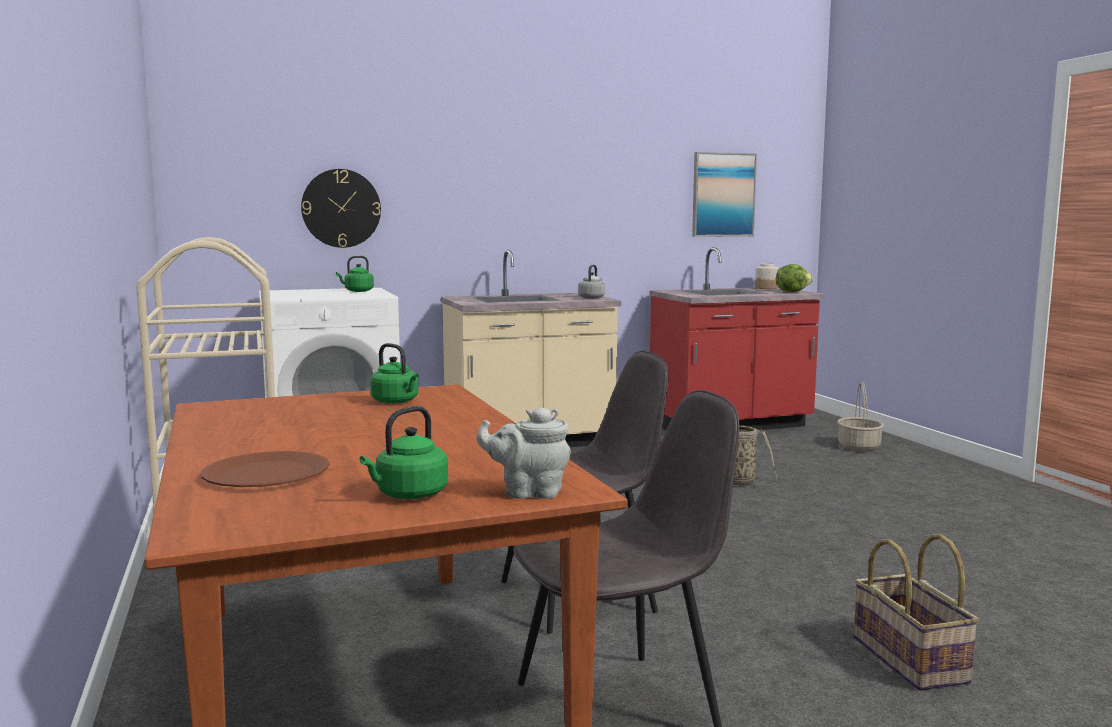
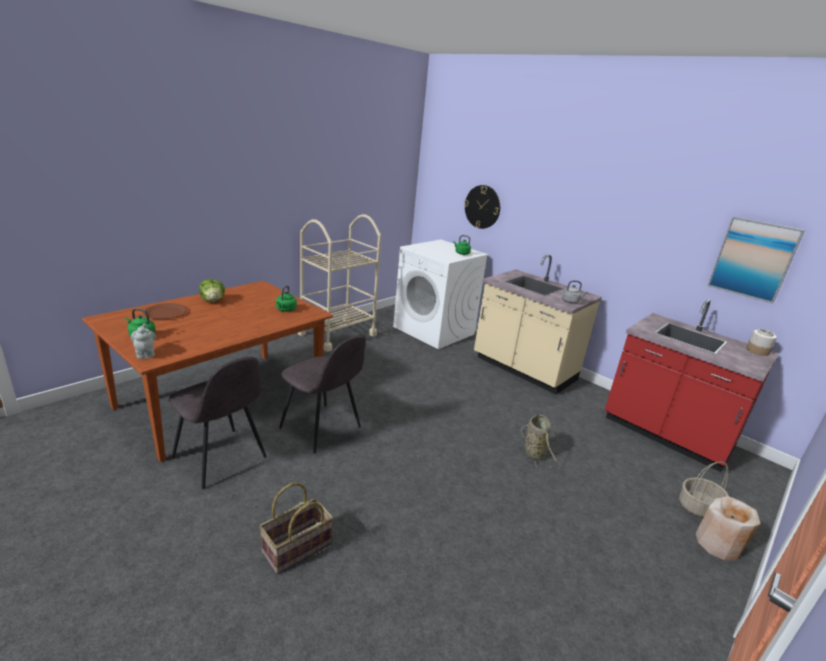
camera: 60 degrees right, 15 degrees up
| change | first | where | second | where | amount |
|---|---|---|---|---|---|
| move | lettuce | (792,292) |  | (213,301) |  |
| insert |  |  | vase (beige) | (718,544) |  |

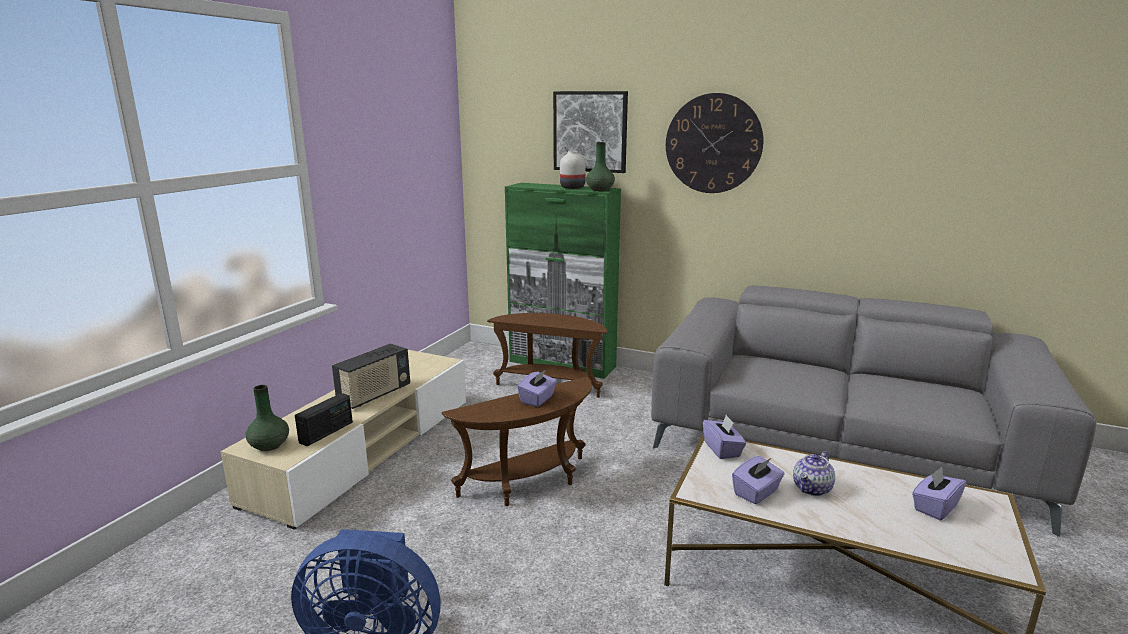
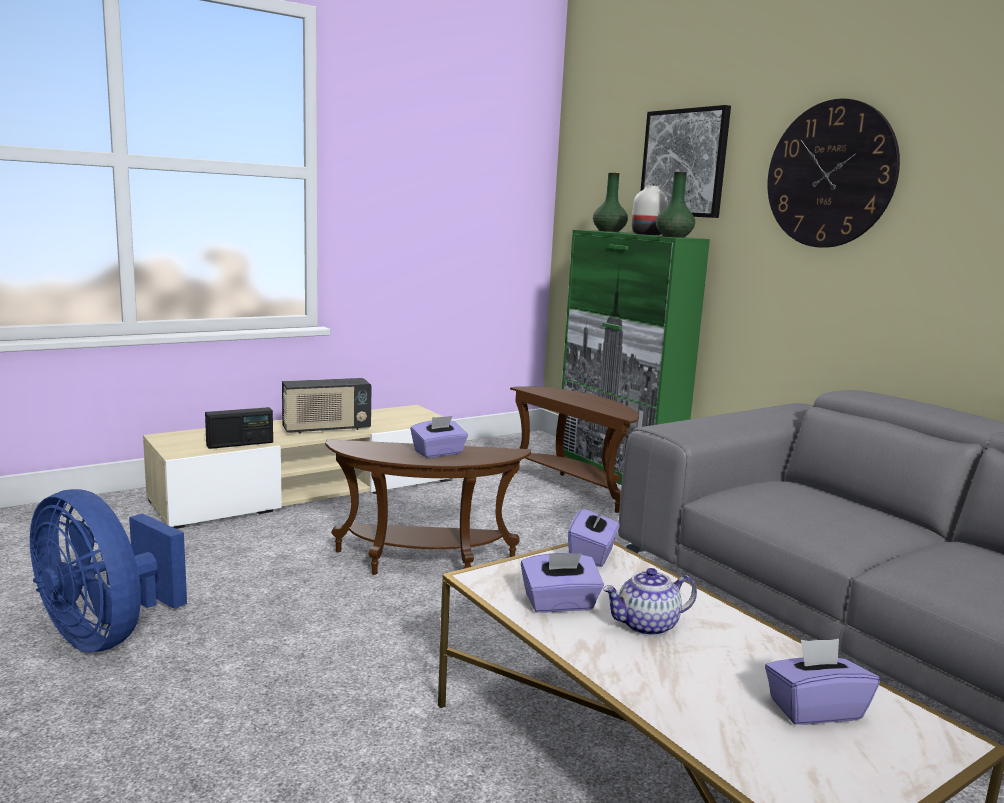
camera: 30 degrees right, 5 degrees down
| change | first | where | second | where | amount |
|---|---|---|---|---|---|
| move | vase (green) | (270,445) |  | (609,231) |  |

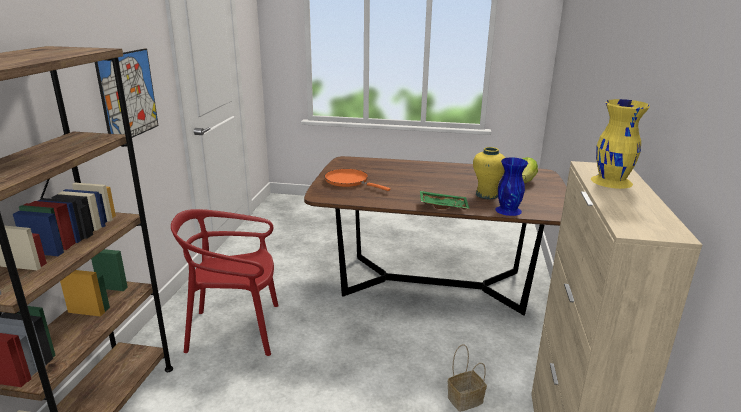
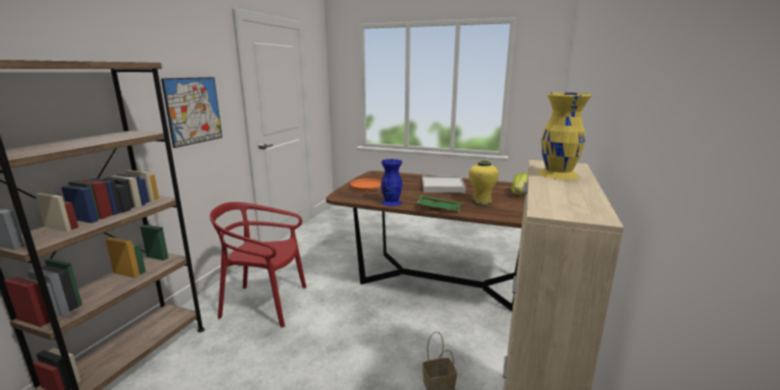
camera: 10 degrees right, 5 degrees down
| change | first | where | second | where | amount |
|---|---|---|---|---|---|
| move | vase (blue) | (508,210) |  | (391,202) |  |
| insert |  |  | tray (white) | (442,186) |  |

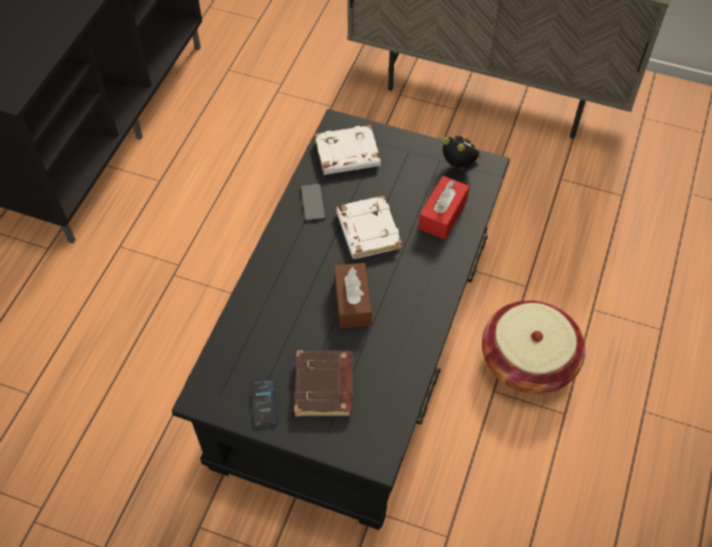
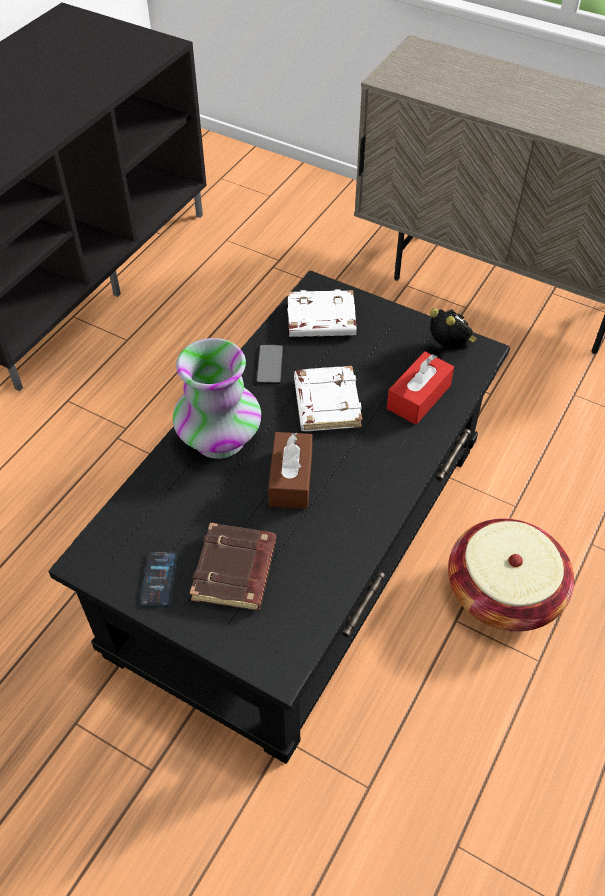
camera: 10 degrees right, 5 degrees down
| change | first | where | second | where | amount |
|---|---|---|---|---|---|
| insert |  |  | vase | (220,439) |  |

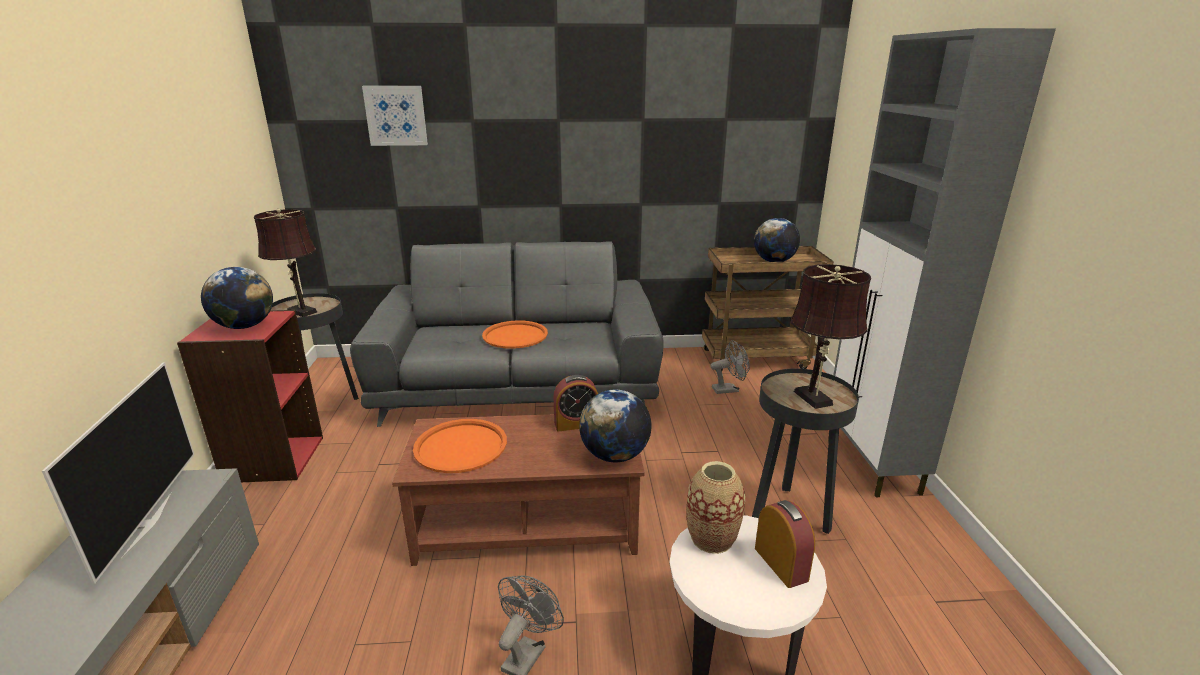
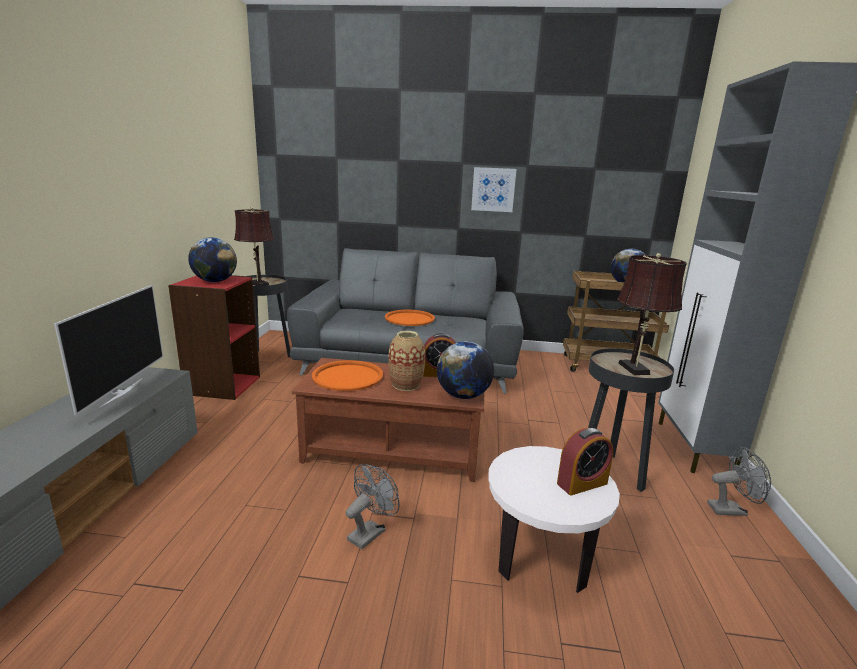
camera: 10 degrees right, 5 degrees down
| change | first | where | second | where | amount |
|---|---|---|---|---|---|
| move | picture | (396,115) |  | (493,189) |  |
| move | vase | (712,538) |  | (406,385) |  |
| move | fan (grey) | (729,389) |  | (731,509) |  |
| rotate | alarm clock | (781,564) |  | (582,483) | 75 degrees clockwise |

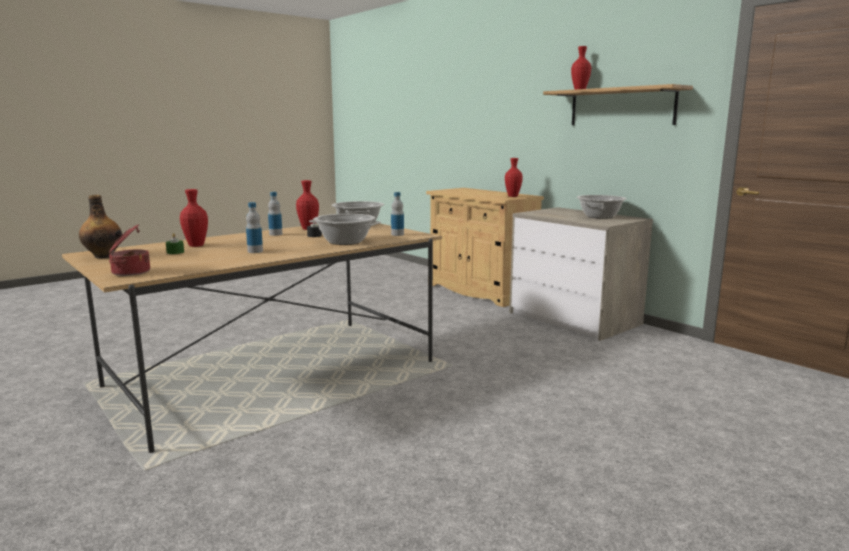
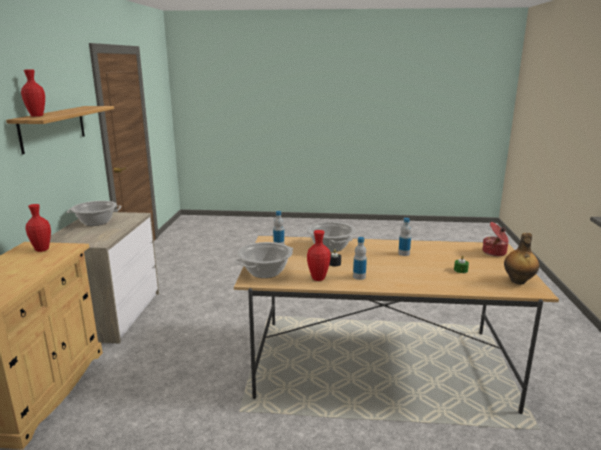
camera: 135 degrees left, 5 degrees up
| change | first | where | second | where | amount |
|---|---|---|---|---|---|
| delete | vase (red) | (196,245) |  |  |  |

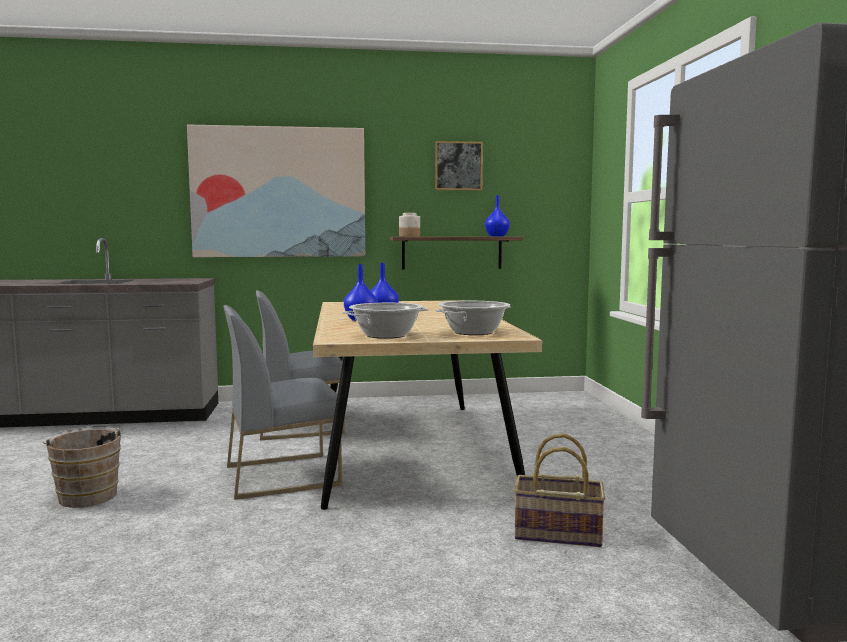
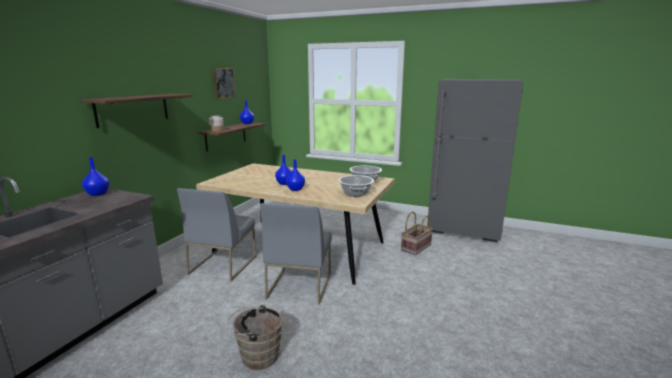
camera: 60 degrees left, 10 degrees up
| change | first | where | second | where | amount |
|---|---|---|---|---|---|
| replace | picture | (279,192) | shelf | (133,109) |  |
| insert |  |  | vase (blue) | (98,194) |  |

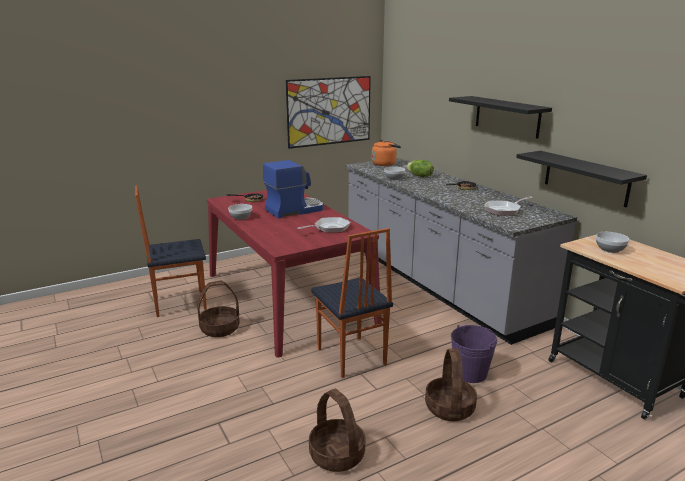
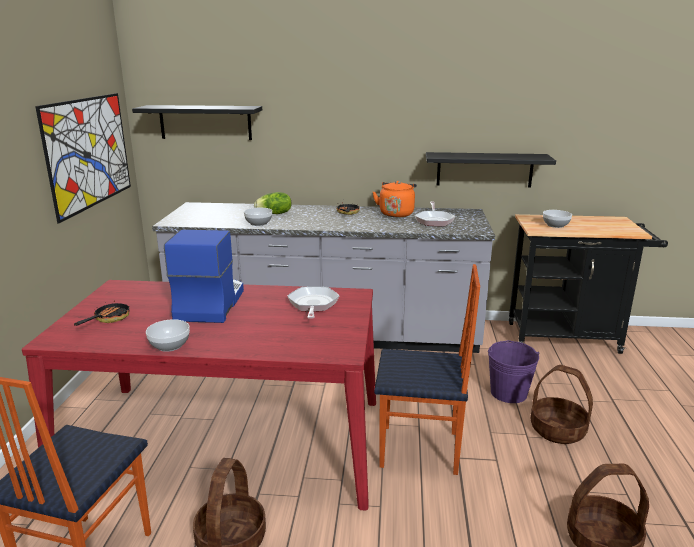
camera: 55 degrees left, 0 degrees up
| change | first | where | second | where | amount |
|---|---|---|---|---|---|
| move | kettle (orange) | (385,164) |  | (396,213) |  |
| move | shelf (black) | (507,116) |  | (205,122) |  |

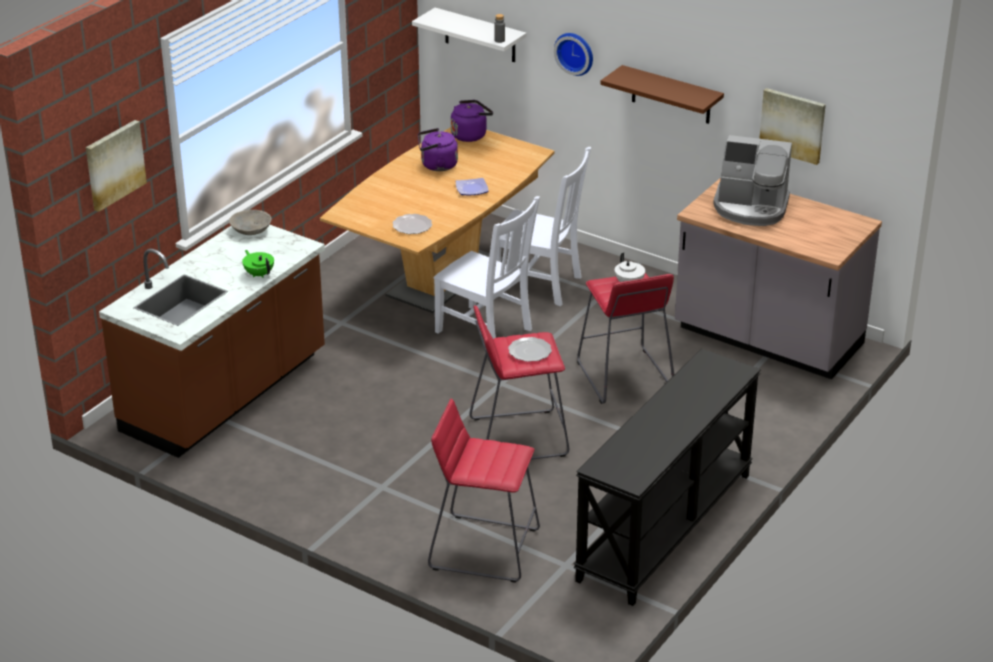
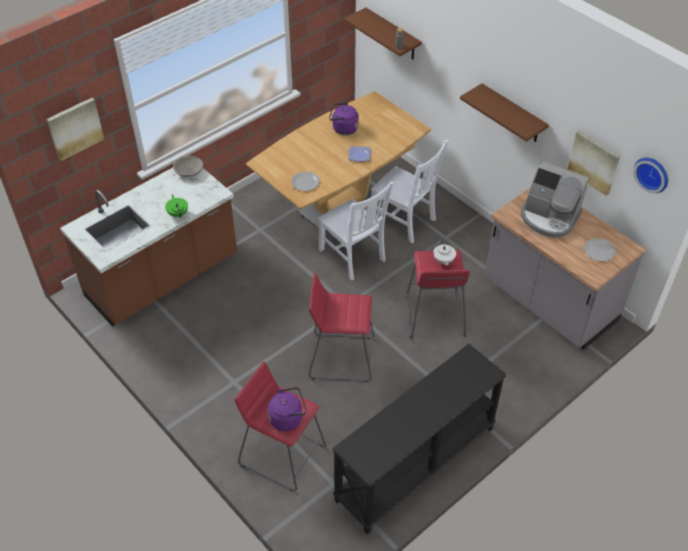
camera: 15 degrees right, 15 degrees up
| change | first | where | second | where | amount |
|---|---|---|---|---|---|
| recolor | shelf (white) | (480,35) | shelf (brown) | (392,35) |  |
| move | kettle (purple) | (470,135) |  | (288,418) |  |
| move | plate | (529,351) |  | (598,250) |  |
| move | wall clock | (575,52) |  | (653,173) |  |

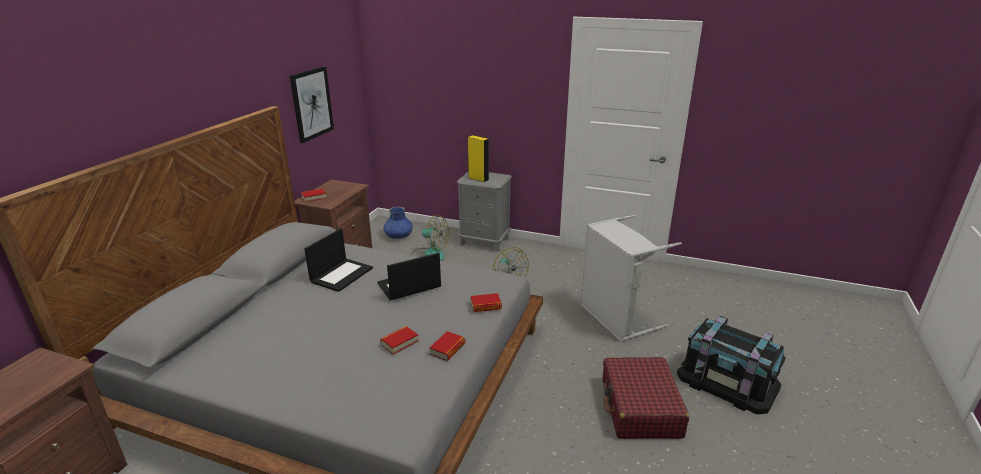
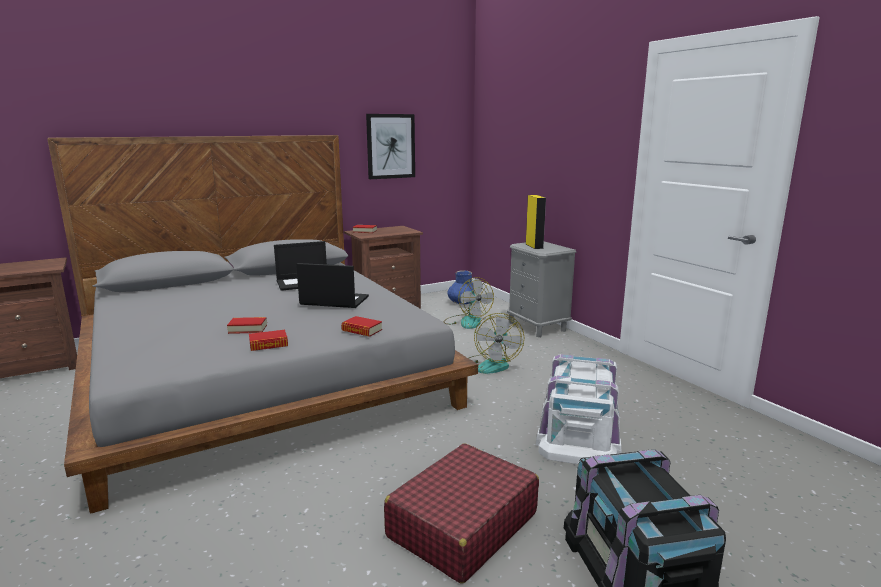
camera: 40 degrees right, 10 degrees down
| change | first | where | second | where | amount |
|---|---|---|---|---|---|
| replace | laundry basket (grey) | (614,318) | storage box (white) | (578,433) |  |

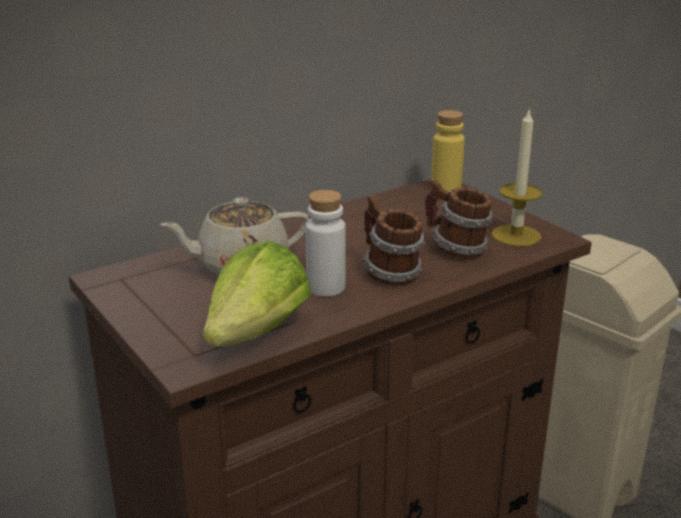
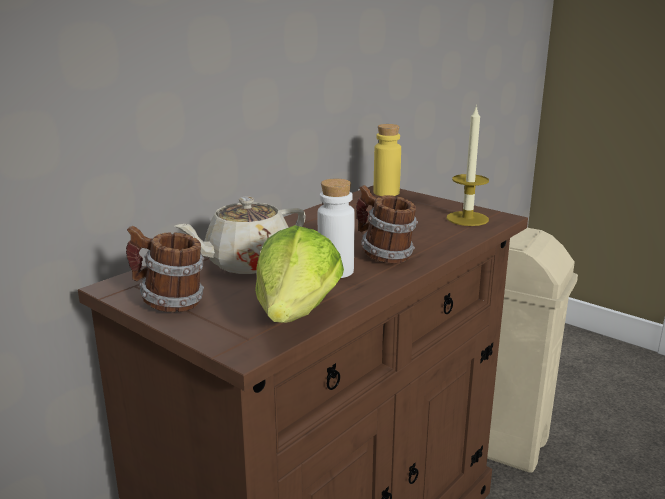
camera: 15 degrees left, 5 degrees down
| change | first | where | second | where | amount |
|---|---|---|---|---|---|
| move | mug | (456,250) |  | (169,303) |  |

